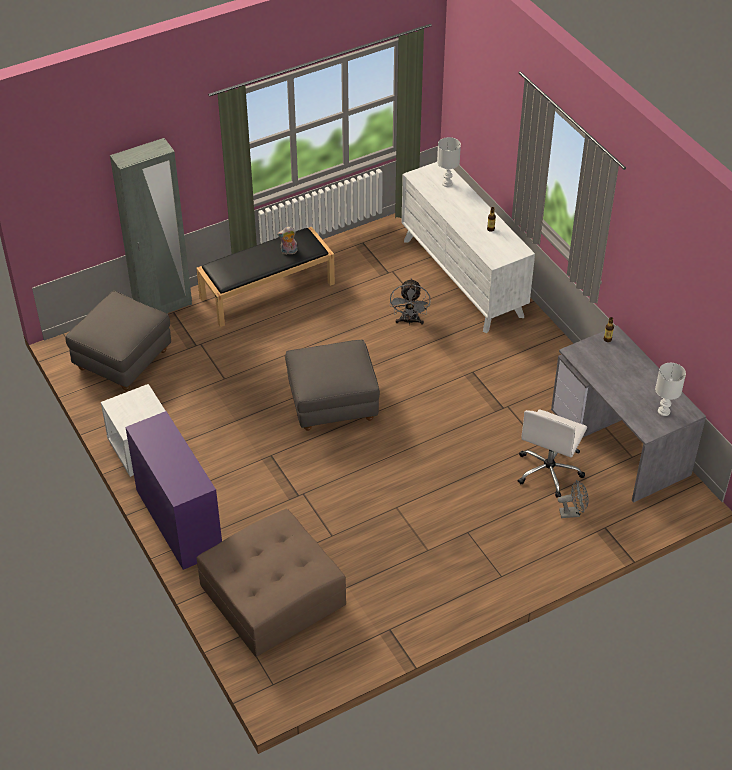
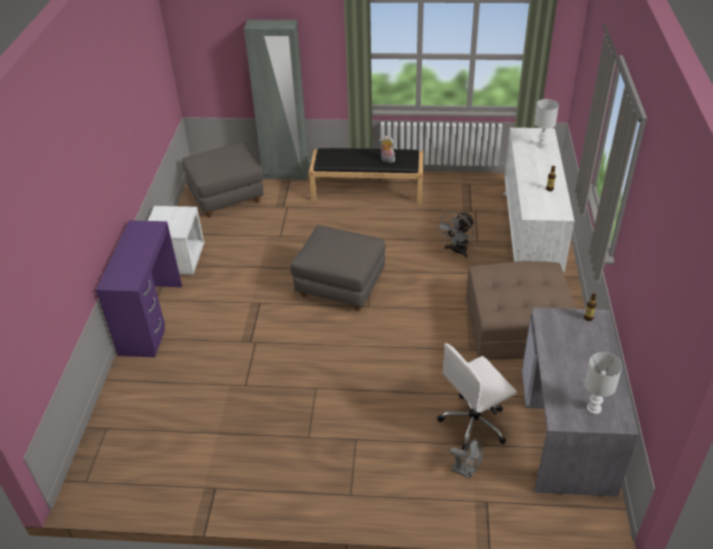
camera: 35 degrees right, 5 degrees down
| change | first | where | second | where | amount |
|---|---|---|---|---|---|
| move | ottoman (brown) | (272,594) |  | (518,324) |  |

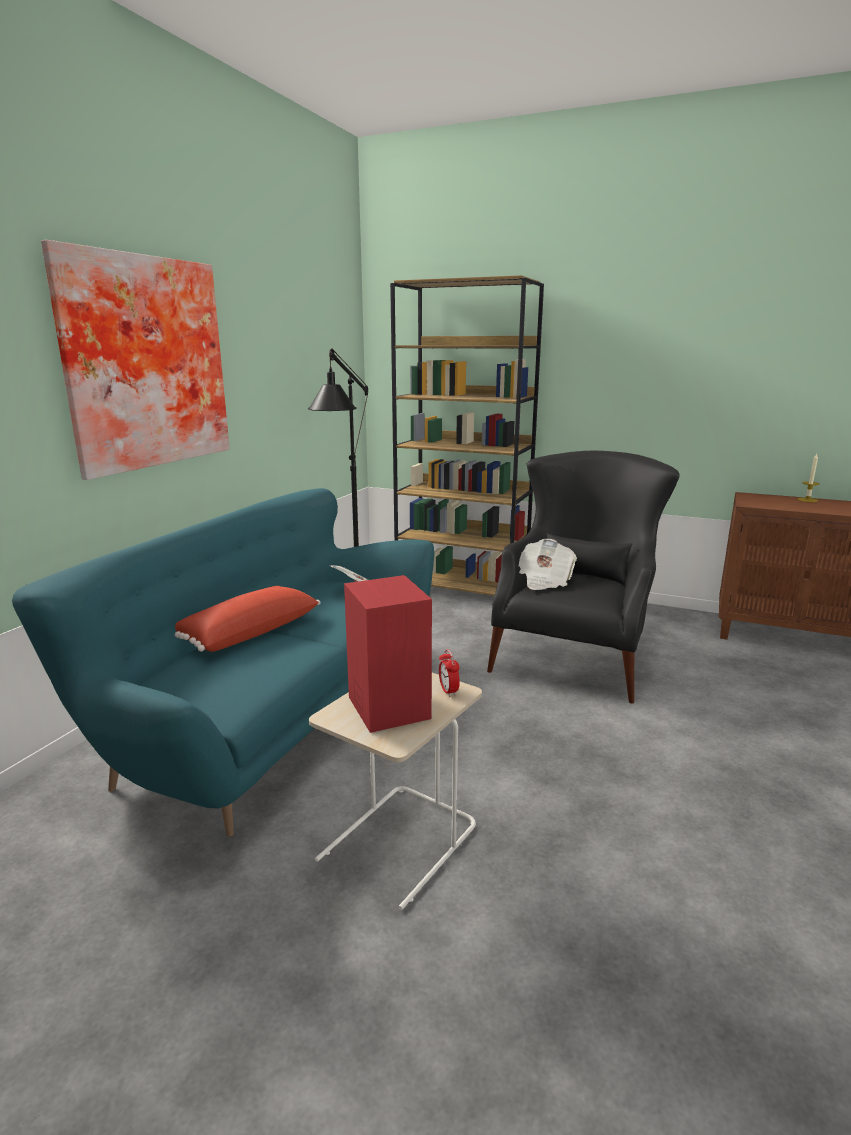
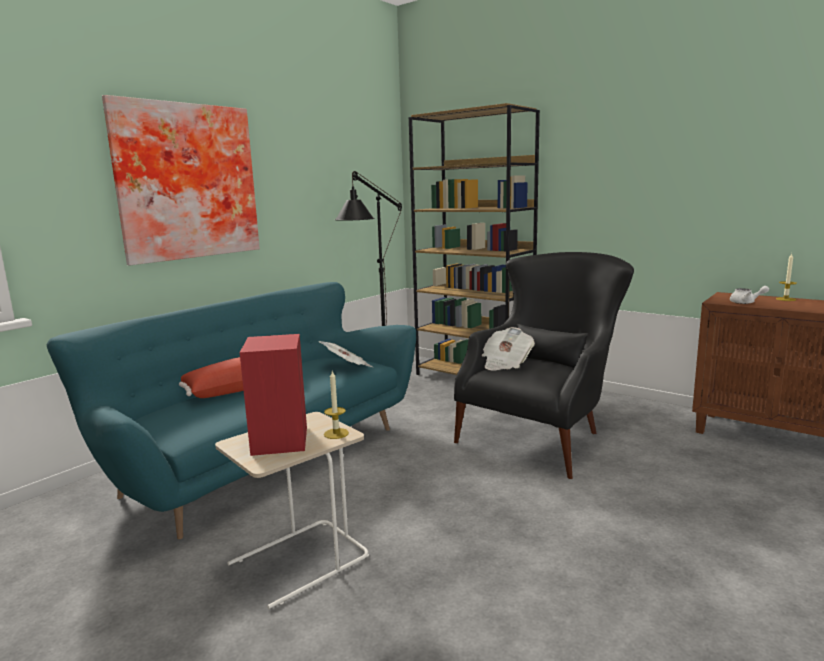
camera: 15 degrees right, 5 degrees down
| change | first | where | second | where | amount |
|---|---|---|---|---|---|
| replace | alarm clock | (448,691) | candle | (336,433) |  |
| insert |  |  | teapot (white) | (746,302) |  |

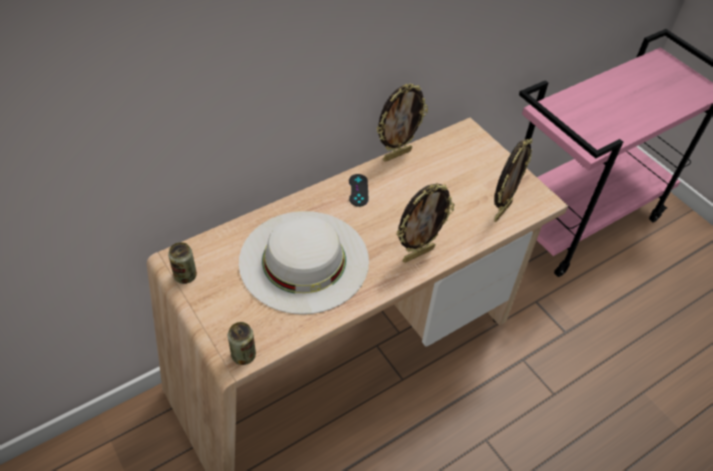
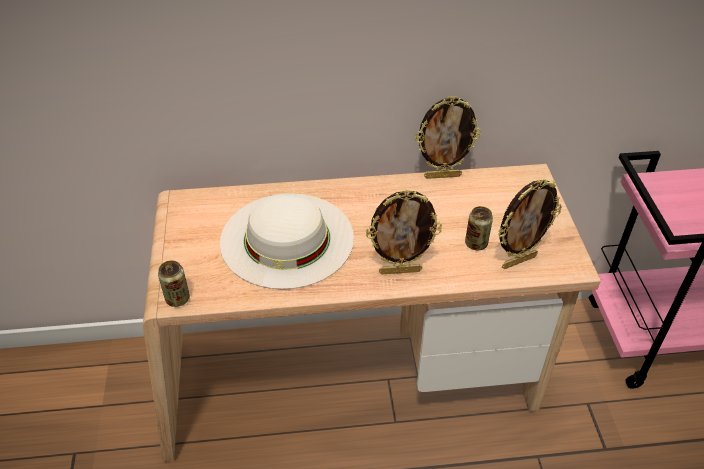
camera: 30 degrees right, 5 degrees down
| change | first | where | second | where | amount |
|---|---|---|---|---|---|
| move | can | (185,276) |  | (476,243) |  |
| delete | game controller (black) | (358,190) |  |  |  |

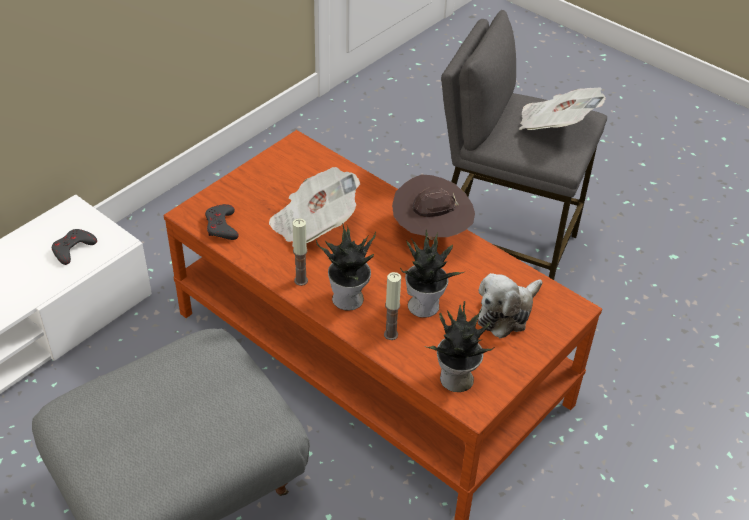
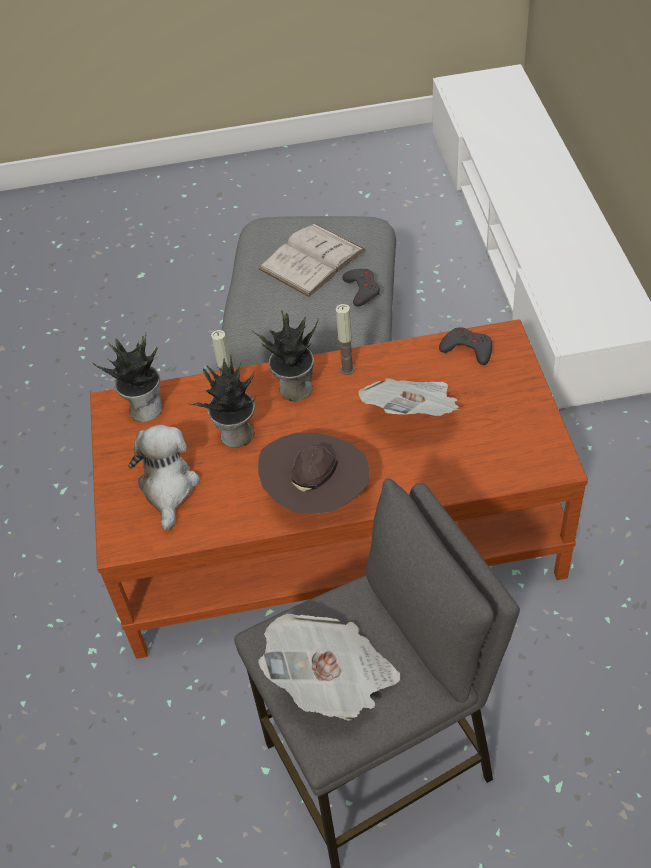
camera: 135 degrees right, 5 degrees up
| change | first | where | second | where | amount |
|---|---|---|---|---|---|
| move | game controller (grey) | (73,249) |  | (362,290) |  |
| insert |  |  | book (white) | (312,259) |  |

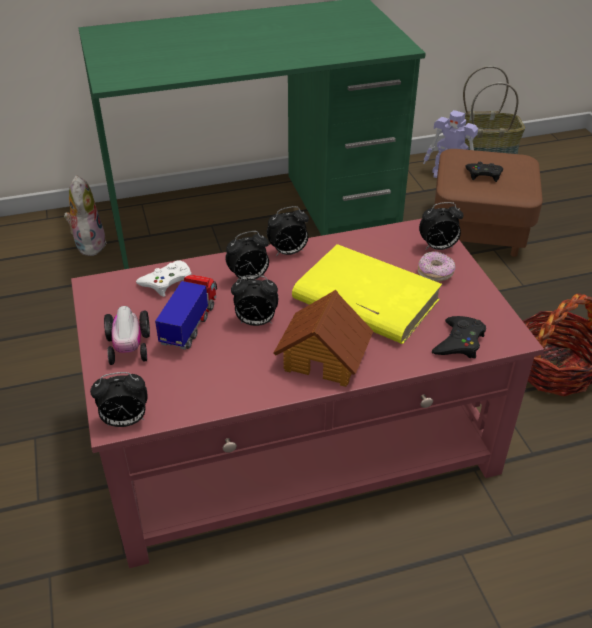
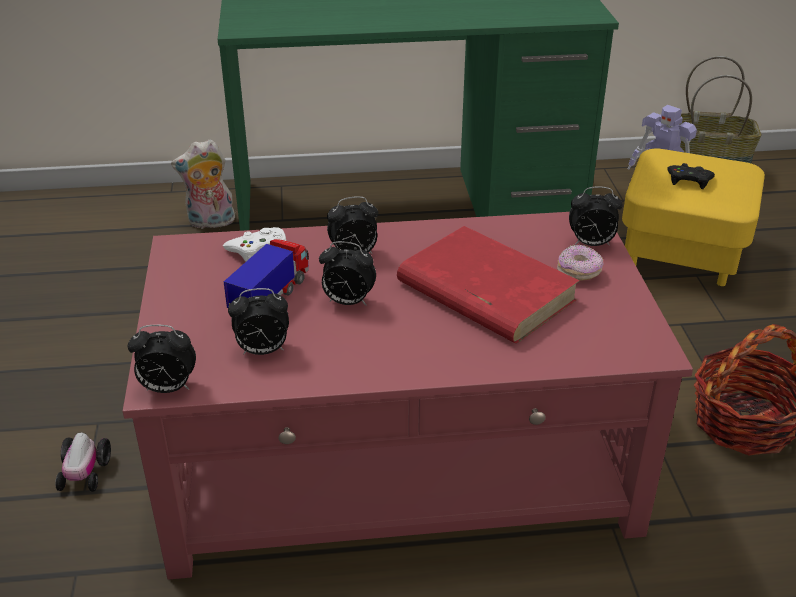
camera: 10 degrees right, 5 degrees down
| change | first | where | second | where | amount |
|---|---|---|---|---|---|
| rotate | plush toy | (88,244) |  | (210,223) | 105 degrees counterclockwise |
| move | toy car | (129,347) |  | (84,473) |  |
| move | alarm clock | (288,252) |  | (262,351) |  |
| delete | toy house | (324,357) |  |  |  |
| recolor | book (yellow) | (364,299) | book (red) | (484,291) |  |
| delete | game controller (black) | (459,342) |  |  |  |
| recolor | ottoman (brown) | (479,231) | ottoman (yellow) | (682,252) |  |

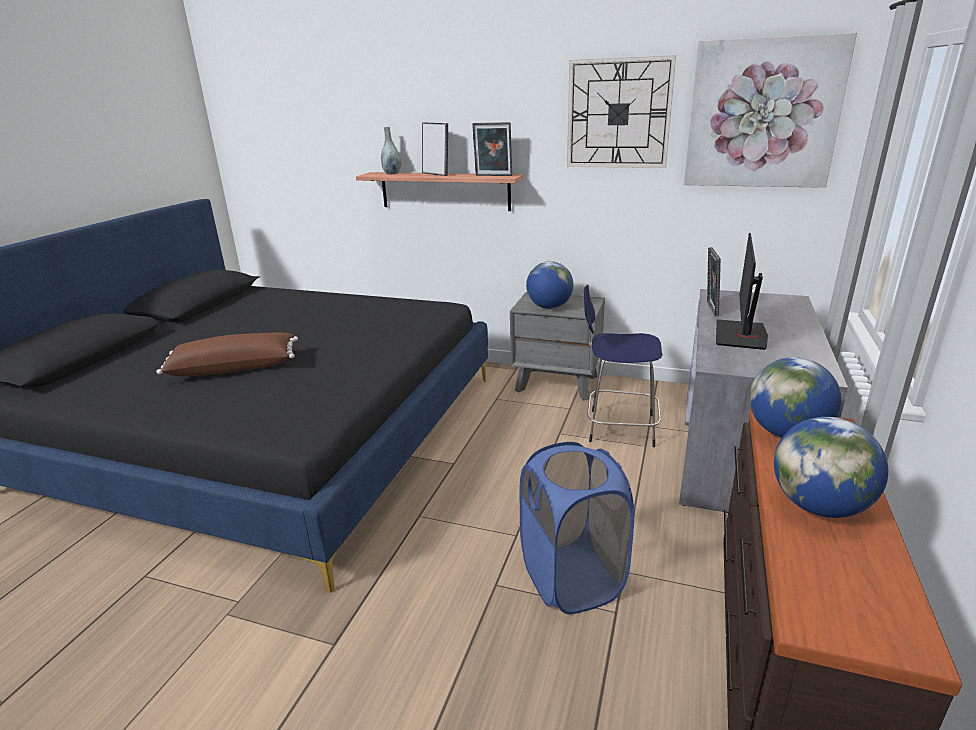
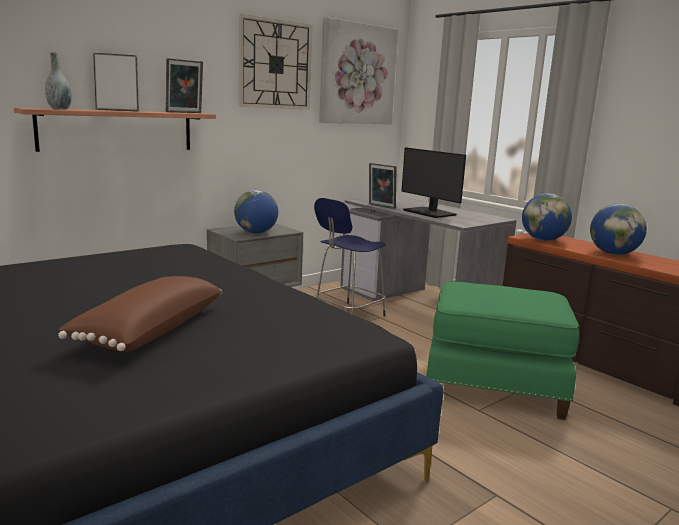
camera: 60 degrees left, 10 degrees down
| change | first | where | second | where | amount |
|---|---|---|---|---|---|
| replace | laundry basket (blue) | (571,579) | ottoman (green) | (494,385) |  |

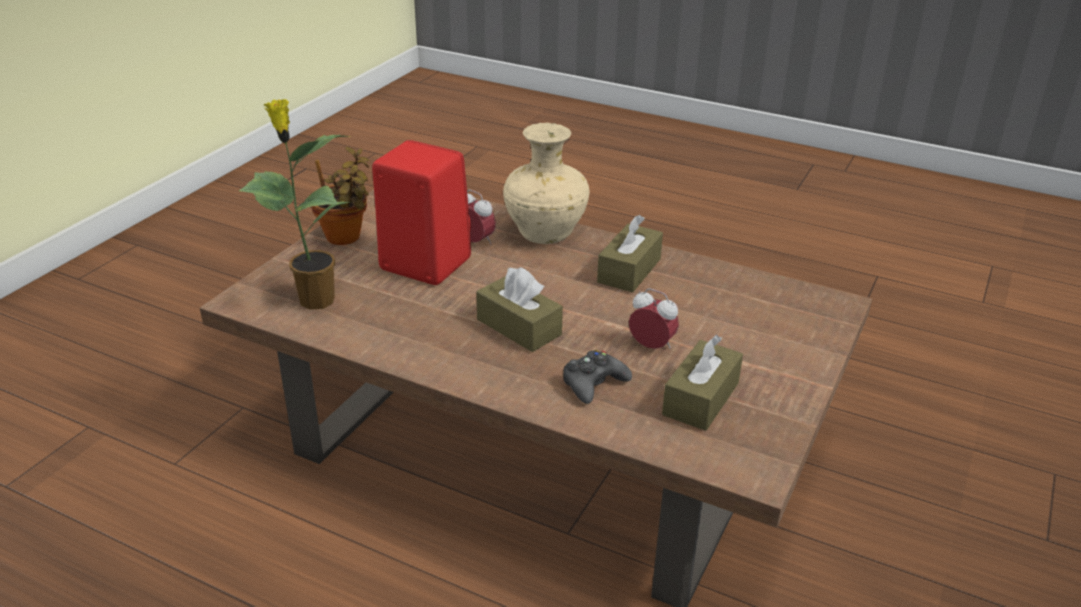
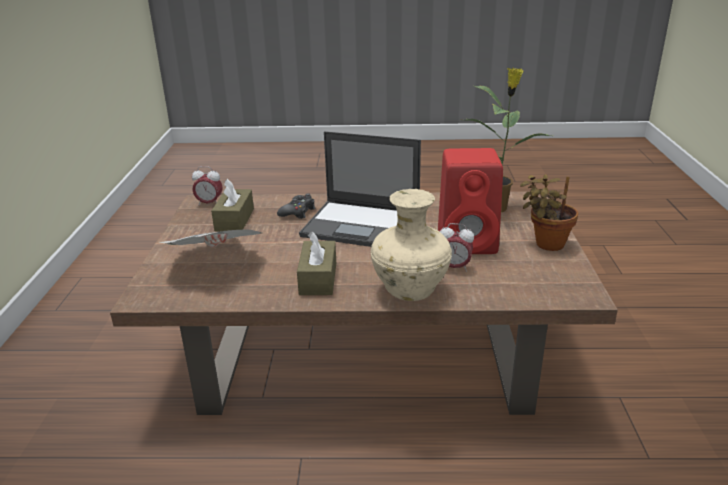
camera: 155 degrees right, 5 degrees down
| change | first | where | second | where | amount |
|---|---|---|---|---|---|
| replace | tissue box (brown) | (519,327) | laptop | (363,225) |  |
| move | alarm clock | (651,346) |  | (209,204) |  |
| insert |  |  | newspaper | (216,261) |  |

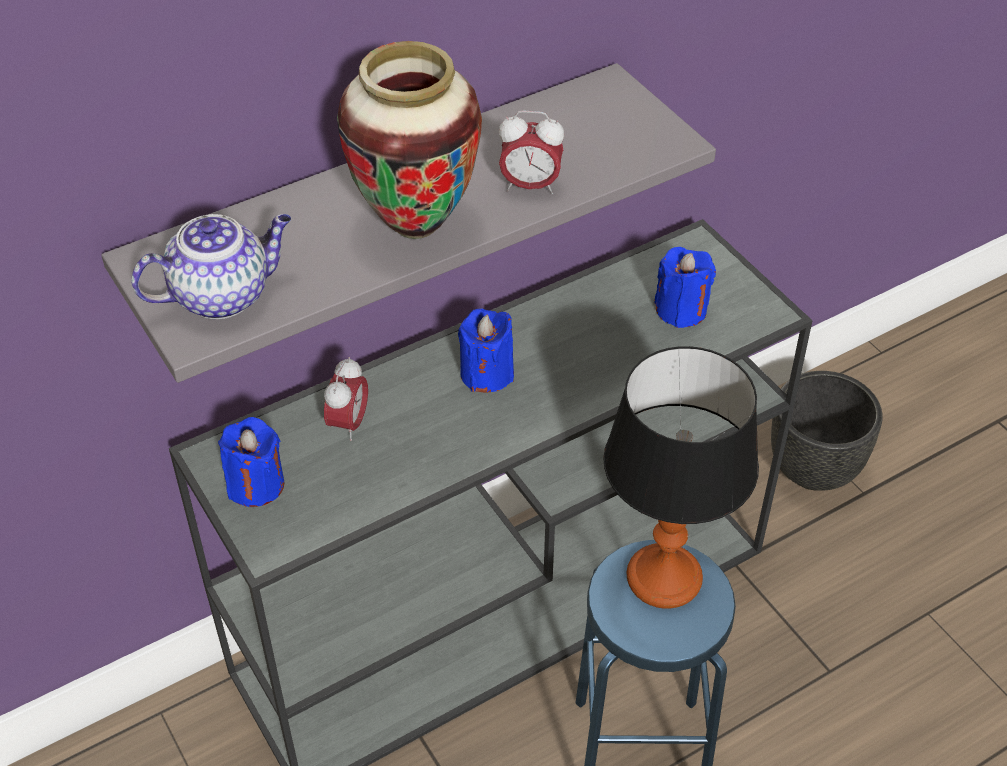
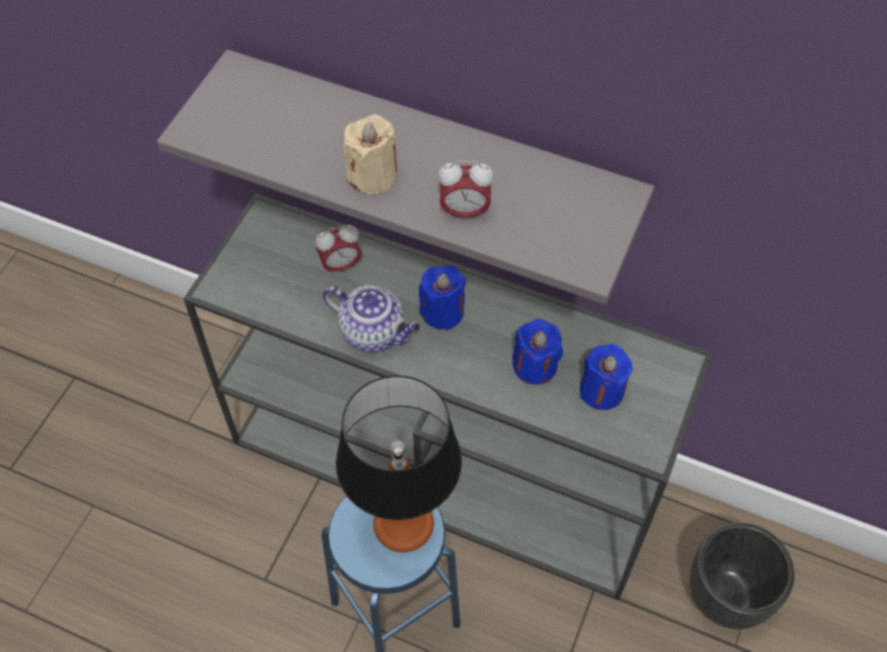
camera: 55 degrees right, 10 degrees up
| change | first | where | second | where | amount |
|---|---|---|---|---|---|
| move | teapot | (223,294) |  | (374,332) |  |
| move | candle (blue) | (256,485) |  | (535,366) |  |
| replace | vase | (416,225) | candle (beige) | (373,175) |  |
| rotate | alarm clock | (530,186) |  | (464,212) | 60 degrees counterclockwise |

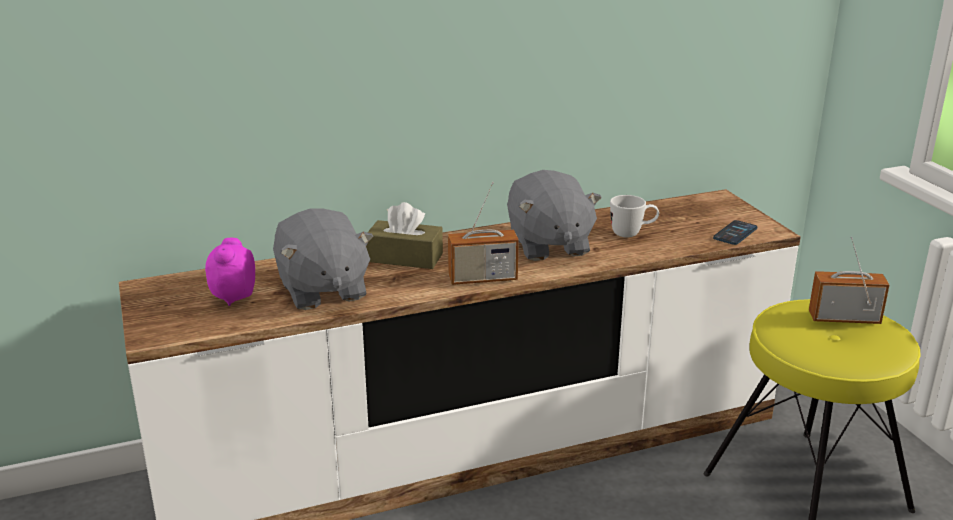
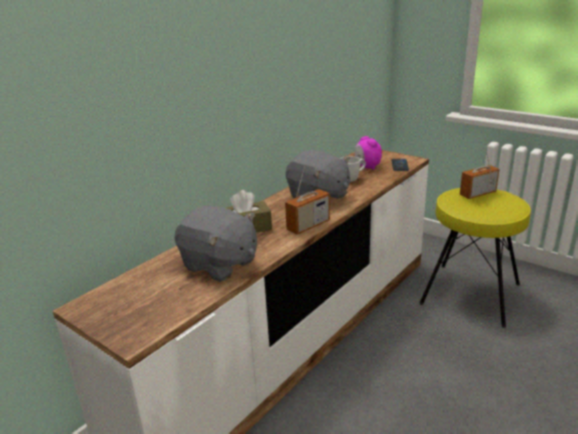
camera: 30 degrees left, 0 degrees up
| change | first | where | second | where | amount |
|---|---|---|---|---|---|
| move | alarm clock | (233,297) |  | (367,167) |  |

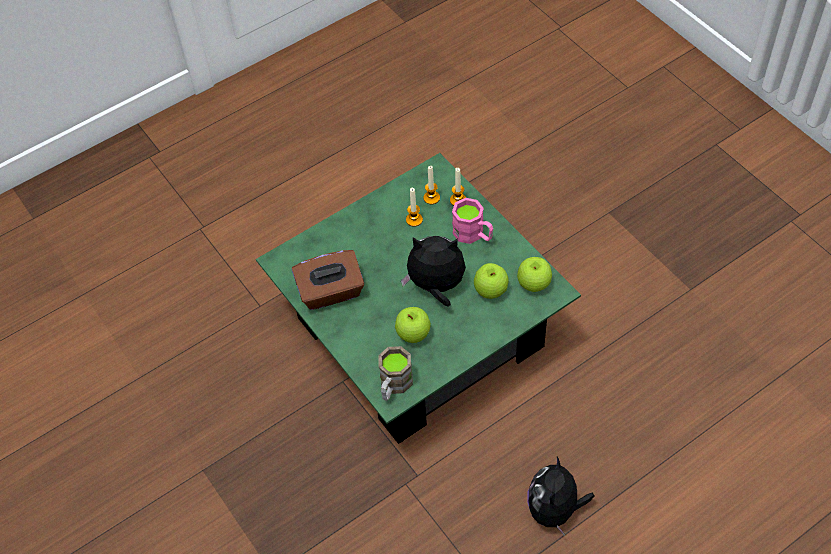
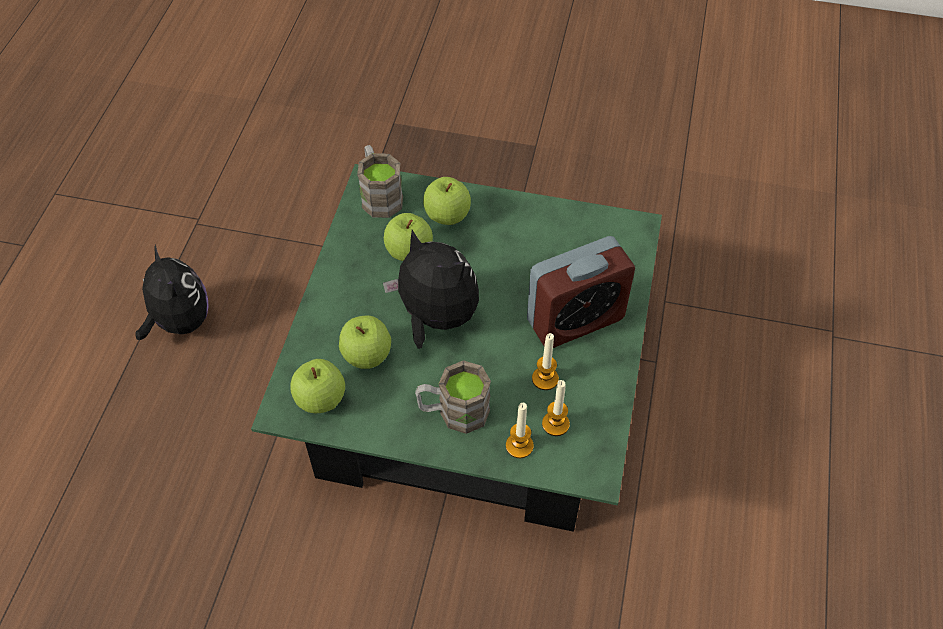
camera: 135 degrees right, 0 degrees up
| change | first | where | second | where | amount |
|---|---|---|---|---|---|
| delete | tissue box (brown) | (331,292) |  |  |  |
| rotate | plush toy | (436,286) |  | (435,318) | 105 degrees counterclockwise |
| recolor | mug (pink) | (473,234) | mug (brown) | (453,412) |  |
| insert |  |  | apple | (447,216) |  |
| insert |  |  | alarm clock | (575,320) |  |

